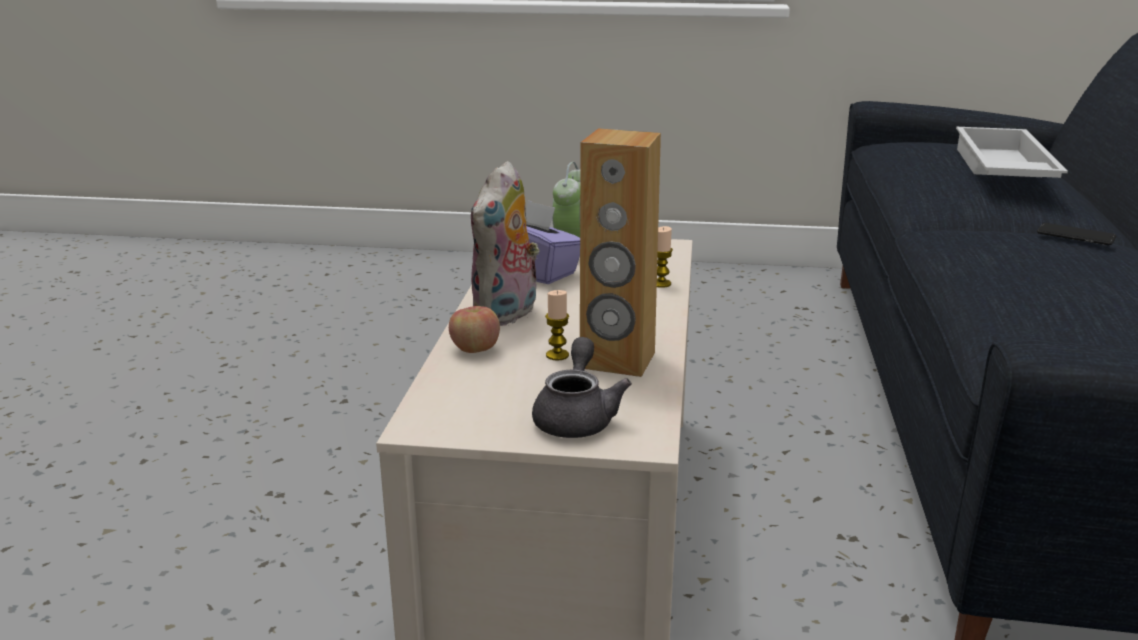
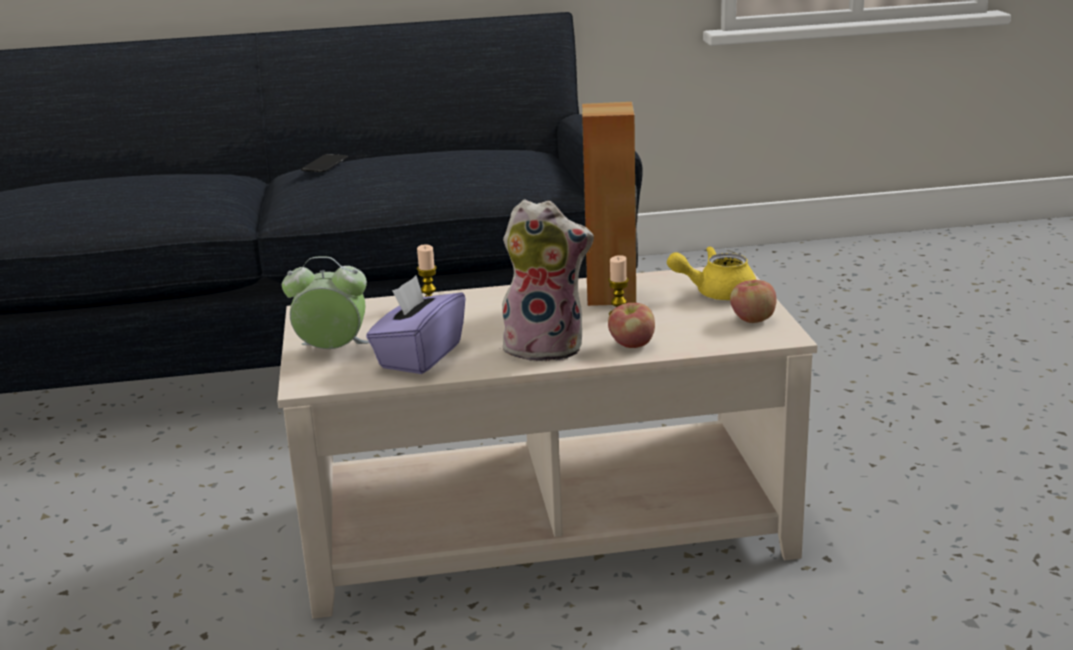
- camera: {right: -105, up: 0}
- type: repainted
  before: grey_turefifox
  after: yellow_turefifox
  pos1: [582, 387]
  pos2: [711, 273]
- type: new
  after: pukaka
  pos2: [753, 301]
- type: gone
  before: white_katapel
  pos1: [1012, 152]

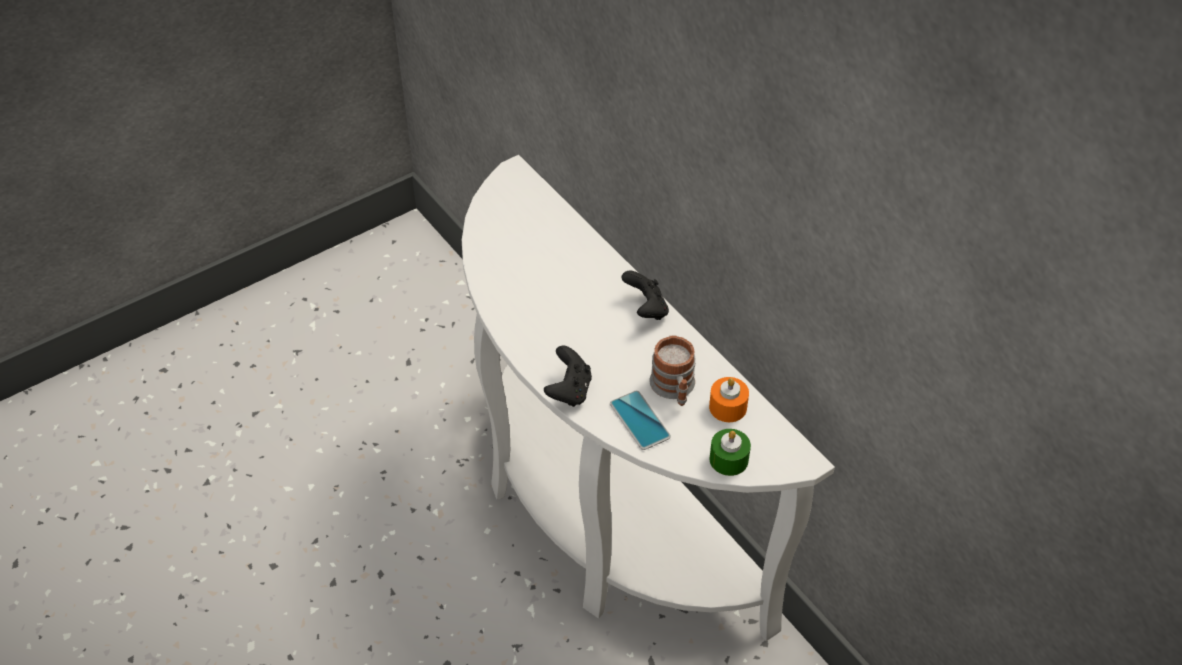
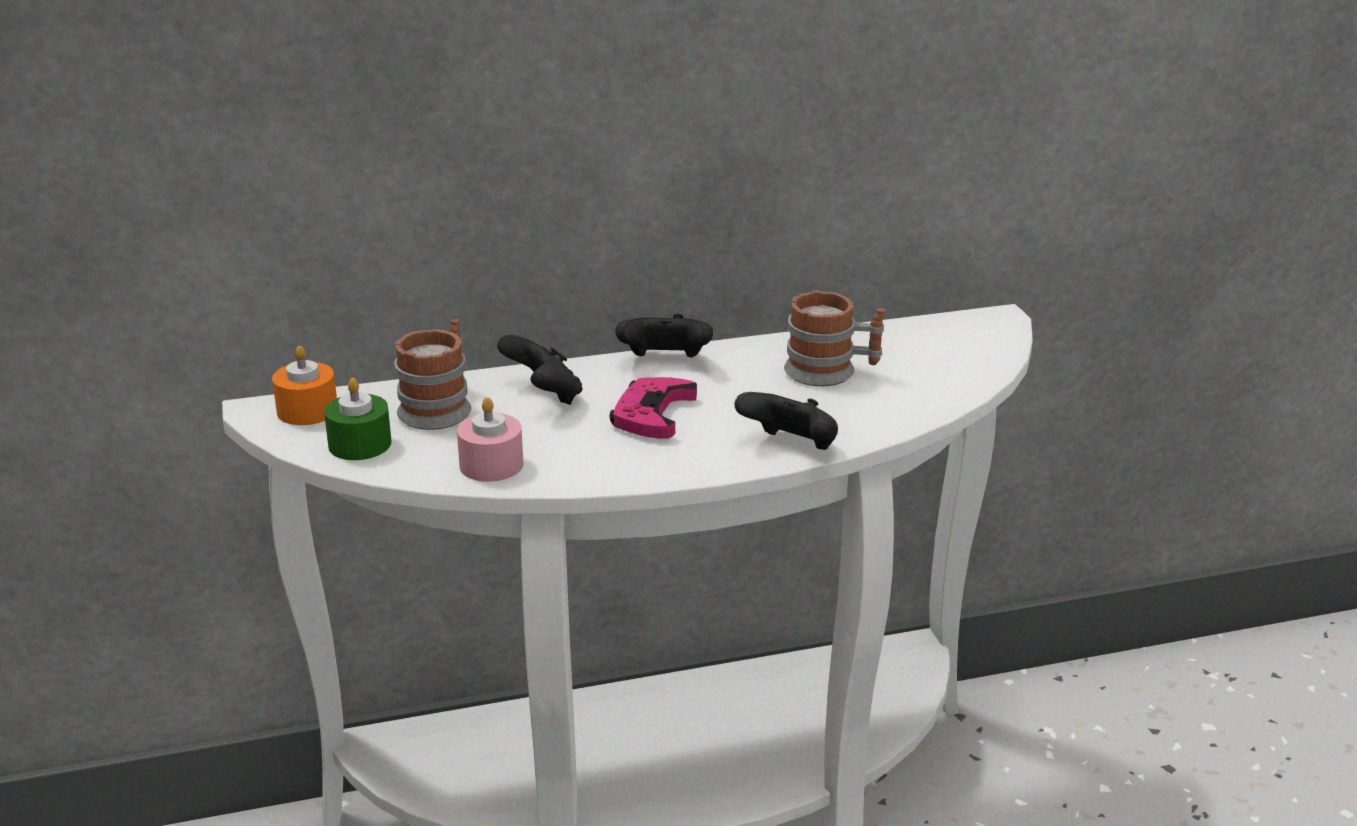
- camera: {right: -70, up: -20}
- type: shifted
  before: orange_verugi
  pos1: [729, 399]
  pos2: [304, 385]
- type: shifted
  before: green_verugi
  pos1: [730, 452]
  pos2: [358, 419]
- type: new
  after: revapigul
  pos2: [433, 374]
- type: new
  after: pink_verugi
  pos2: [490, 439]
- type: new
  after: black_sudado
  pos2: [539, 370]
- type: new
  after: pink_sudado
  pos2: [653, 408]
- type: gone
  before: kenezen
  pos1: [640, 420]

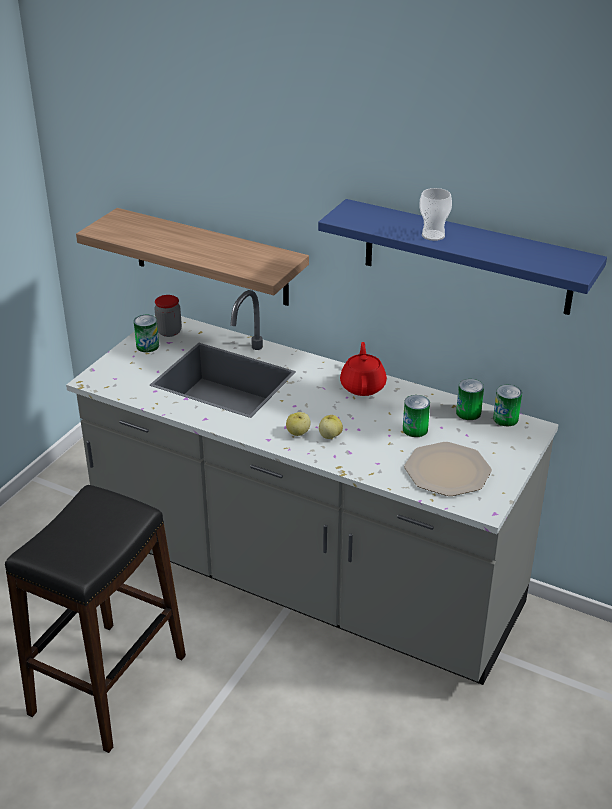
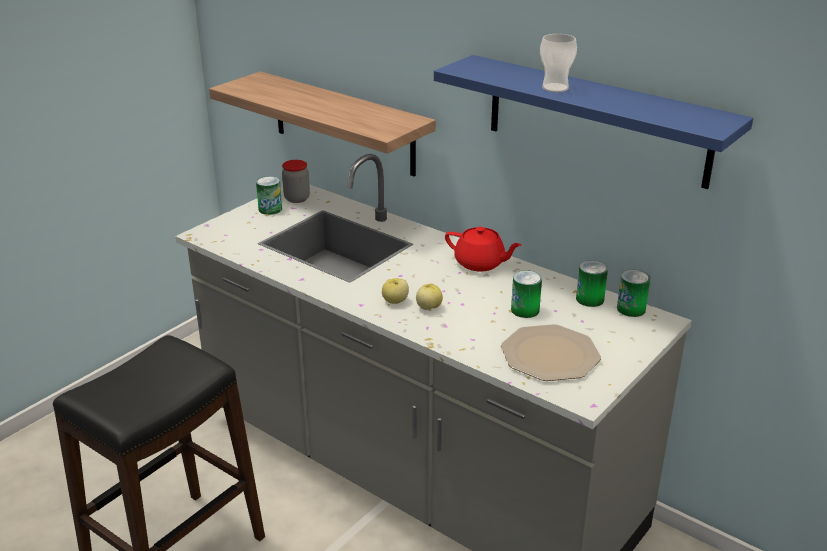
- camera: {right: 10, up: -5}
- type: rotated
  before: red_turefifox
  pos1: [363, 369]
  pos2: [483, 249]
  turn: 105

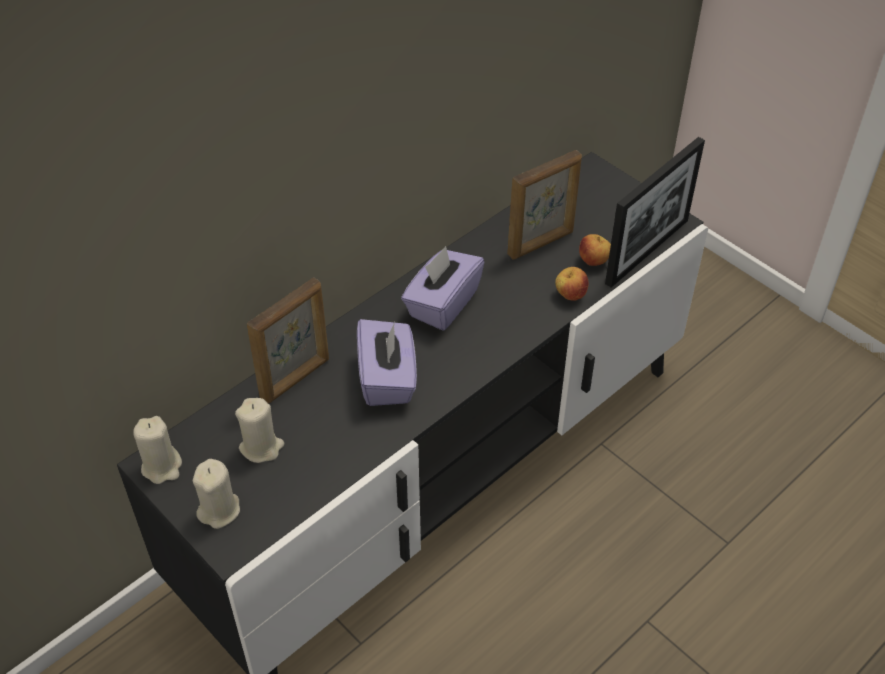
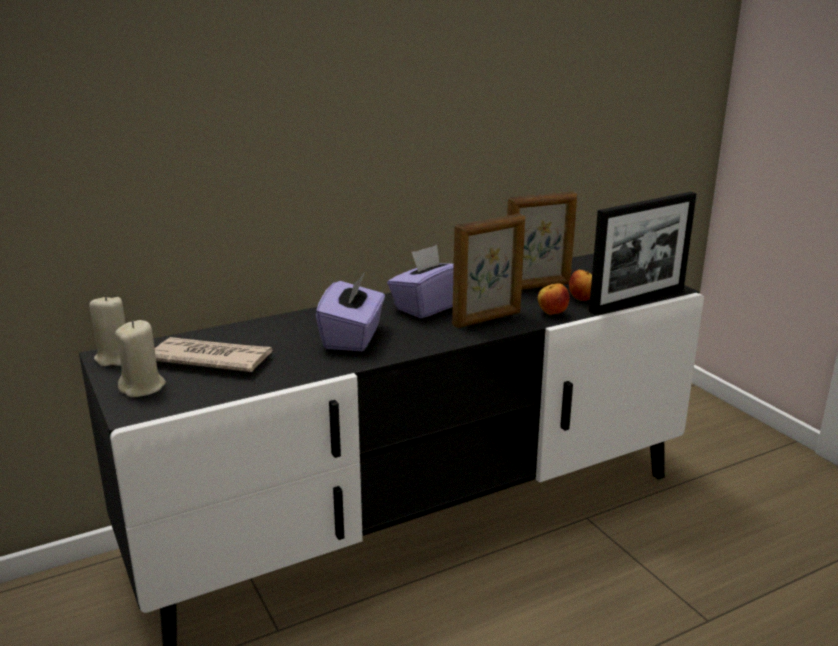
- camera: {right: 15, up: -25}
- type: swapped
  before: beige_verugi
  after: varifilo
  pos1: [259, 430]
  pos2: [213, 354]
- type: shifted
  before: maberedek
  pos1: [288, 341]
  pos2: [488, 271]

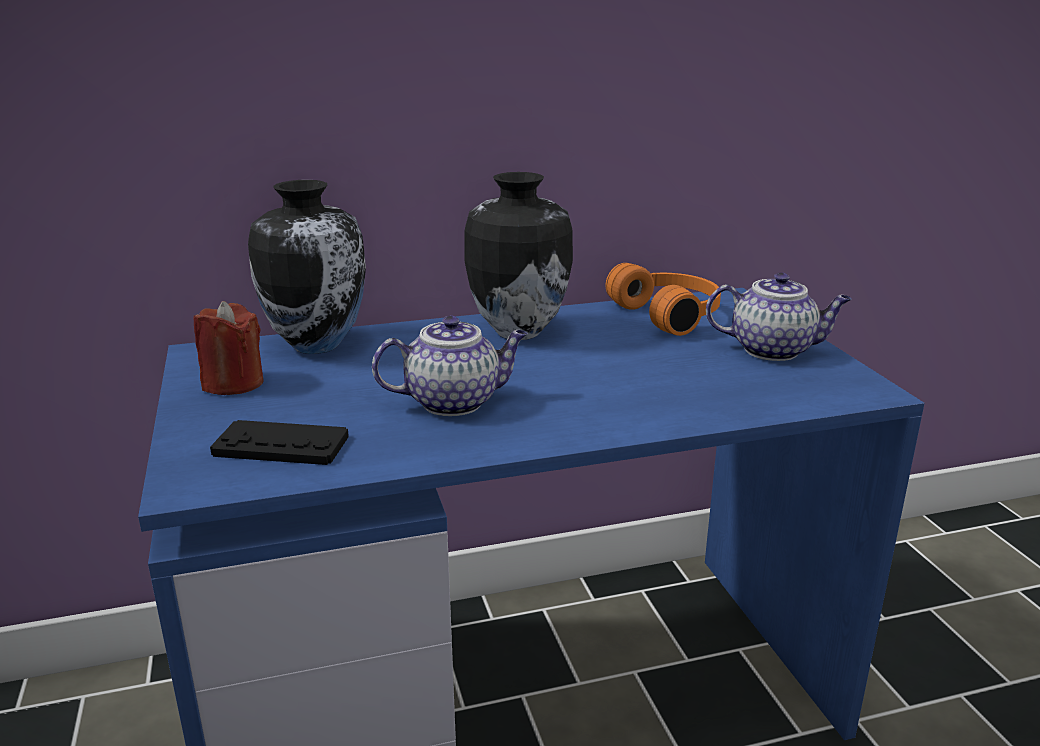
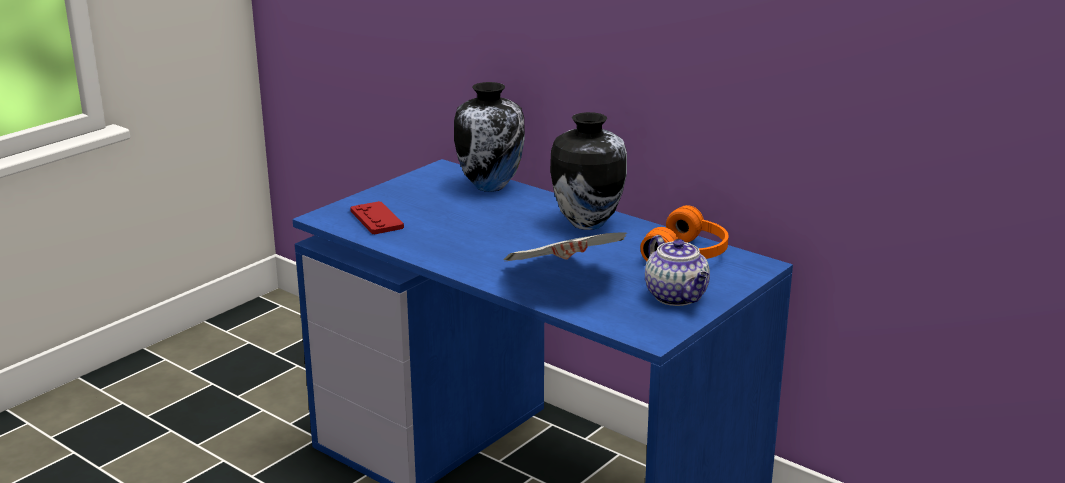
- camera: {right: 55, up: 0}
- type: repainted
  before: black_sudado
  after: red_sudado
  pos1: [279, 442]
  pos2: [377, 218]
- type: new
  after: varifilo
  pos2: [565, 246]
- type: gone
  before: red_verugi
  pos1: [229, 348]
- type: gone
  before: turefifox
  pos1: [450, 366]

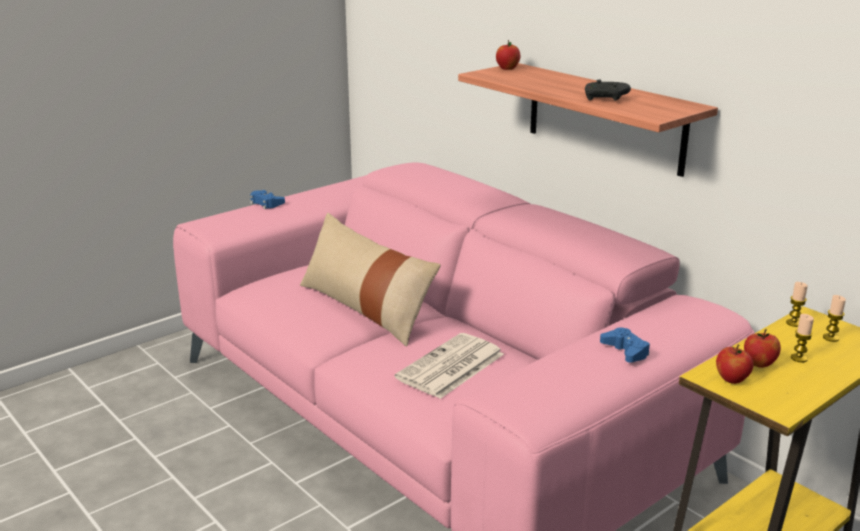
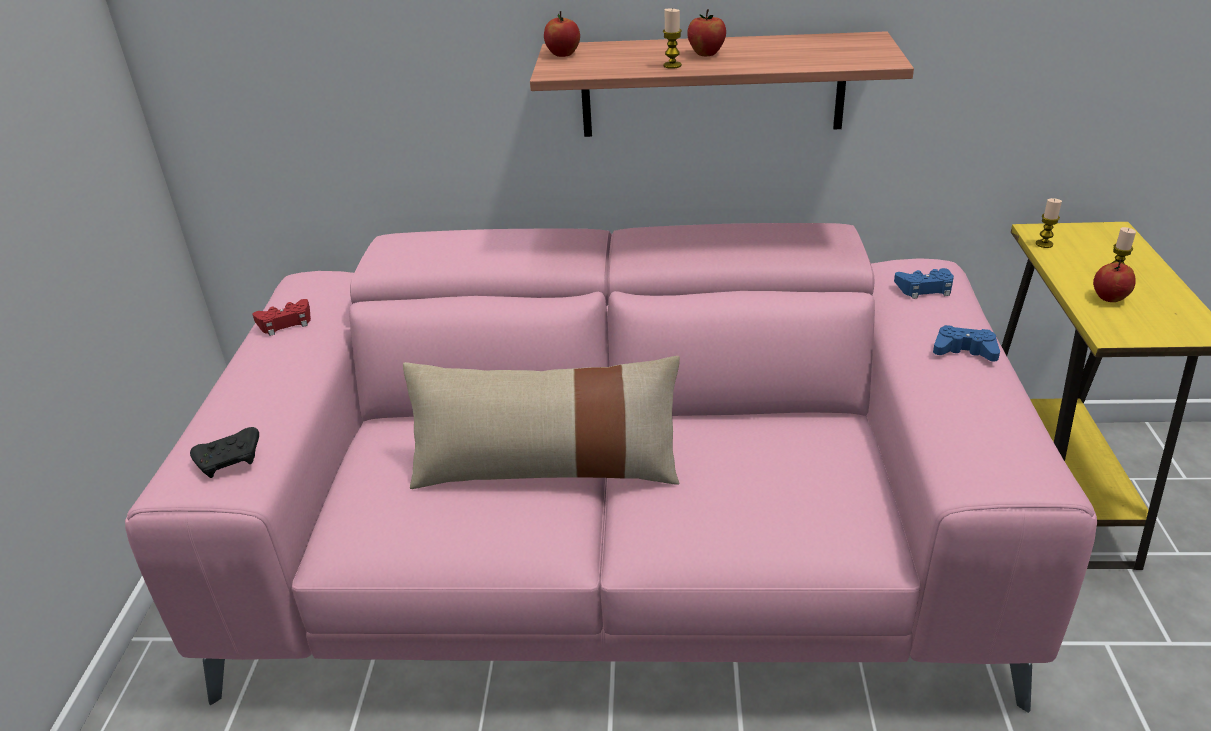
- camera: {right: -45, up: 10}
- type: shifted
  before: black_sudado
  pos1: [608, 90]
  pos2: [224, 452]
- type: new
  after: red_sudado
  pos2: [282, 317]
- type: shifted
  before: verugi
  pos1: [834, 318]
  pos2: [672, 39]
- type: shifted
  before: pukaka
  pos1: [735, 364]
  pos2: [706, 32]
- type: shifted
  before: blue_sudado
  pos1: [267, 199]
  pos2: [924, 283]
- type: gone
  before: varifilo
  pos1: [449, 366]

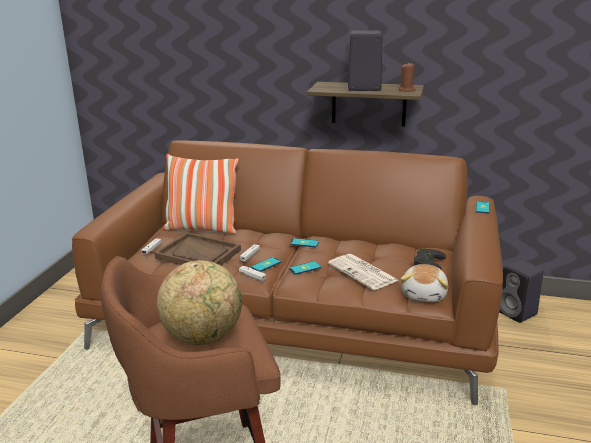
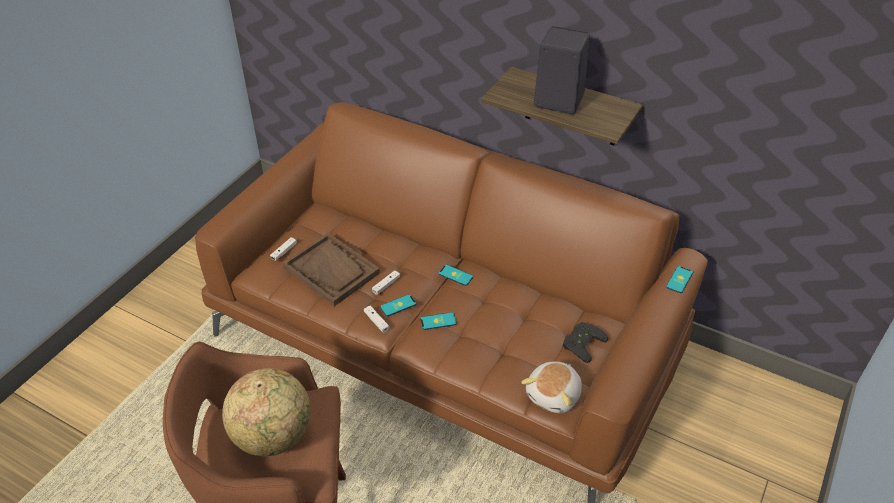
- camera: {right: 15, up: 20}
- type: gone
  before: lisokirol
  pos1: [200, 194]
- type: gone
  before: varifilo
  pos1: [363, 272]
- type: gone
  before: brown_verugi
  pos1: [407, 77]
- type: gone
  before: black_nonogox
  pos1: [521, 291]

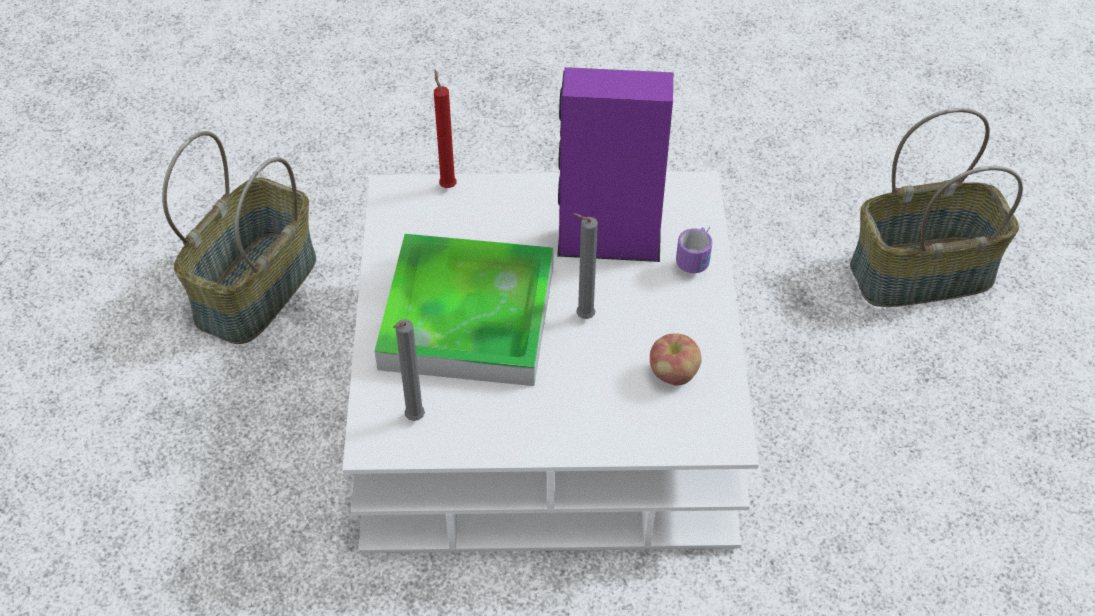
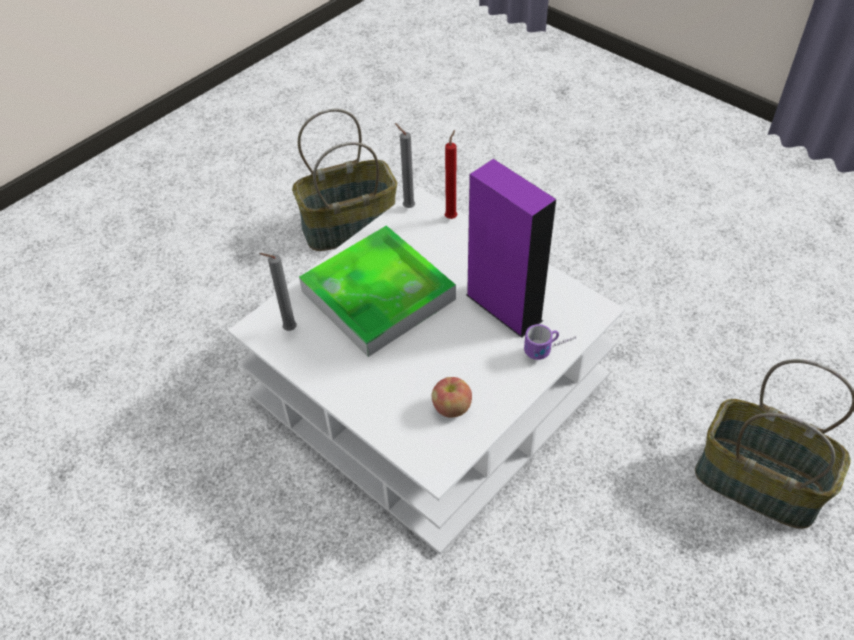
- camera: {right: 45, up: 0}
- type: shifted
  before: grey_verugi
  pos1: [585, 266]
  pos2: [405, 165]

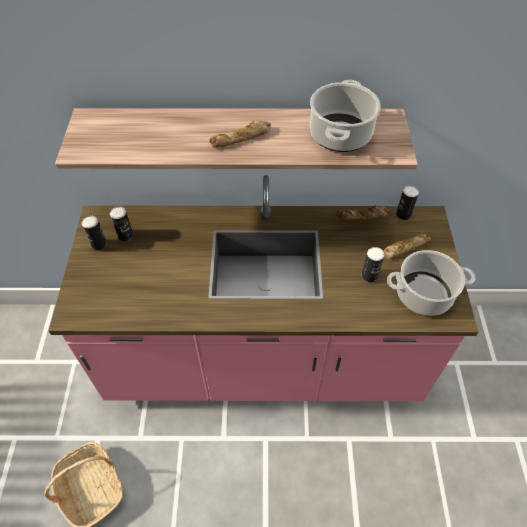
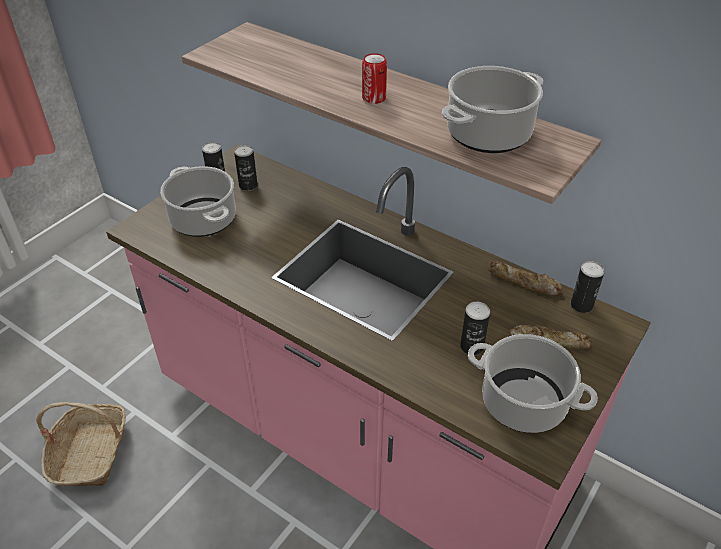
- camera: {right: 35, up: -10}
- type: new
  after: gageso
  pos2: [198, 201]
- type: swapped
  before: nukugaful
  after: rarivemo
  pos1: [240, 134]
  pos2: [374, 78]

